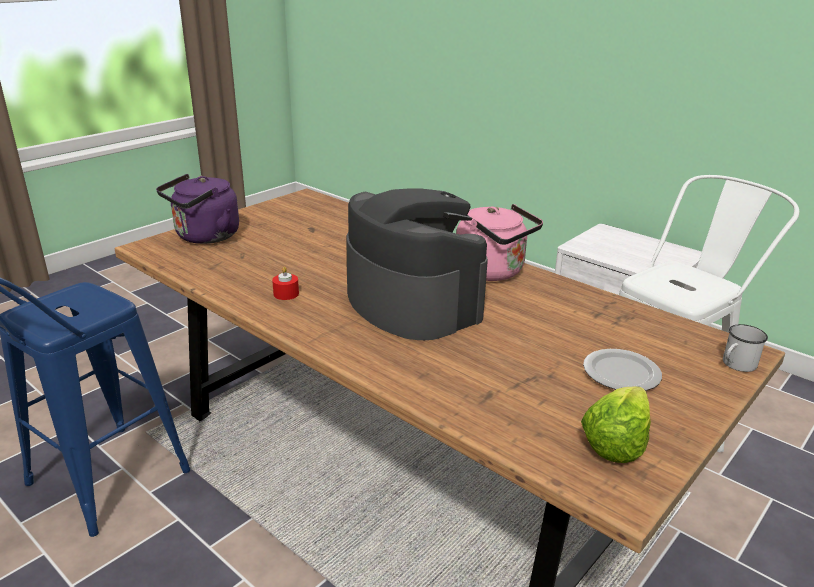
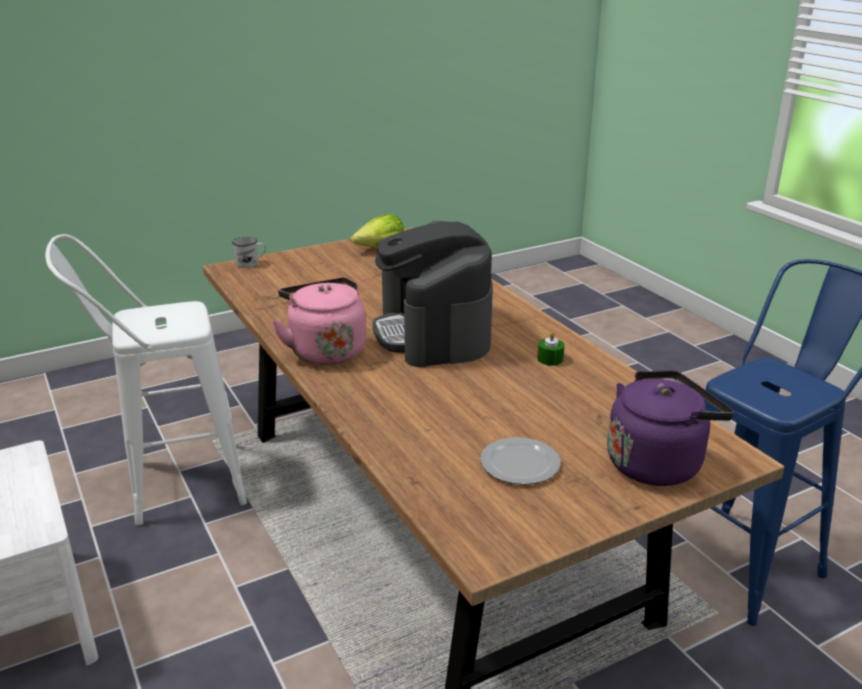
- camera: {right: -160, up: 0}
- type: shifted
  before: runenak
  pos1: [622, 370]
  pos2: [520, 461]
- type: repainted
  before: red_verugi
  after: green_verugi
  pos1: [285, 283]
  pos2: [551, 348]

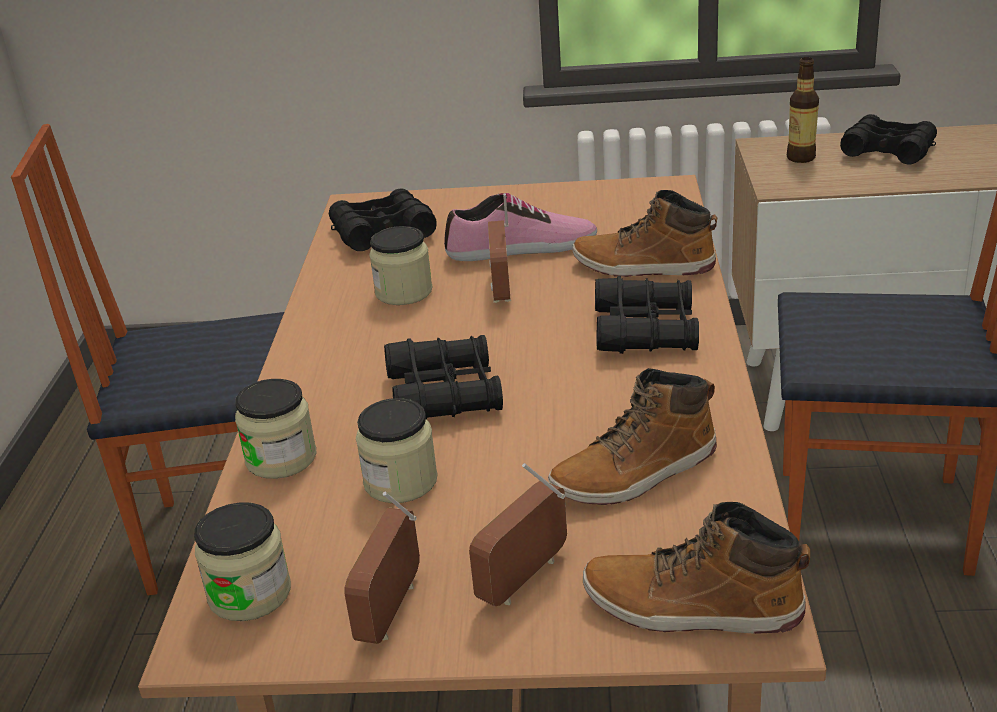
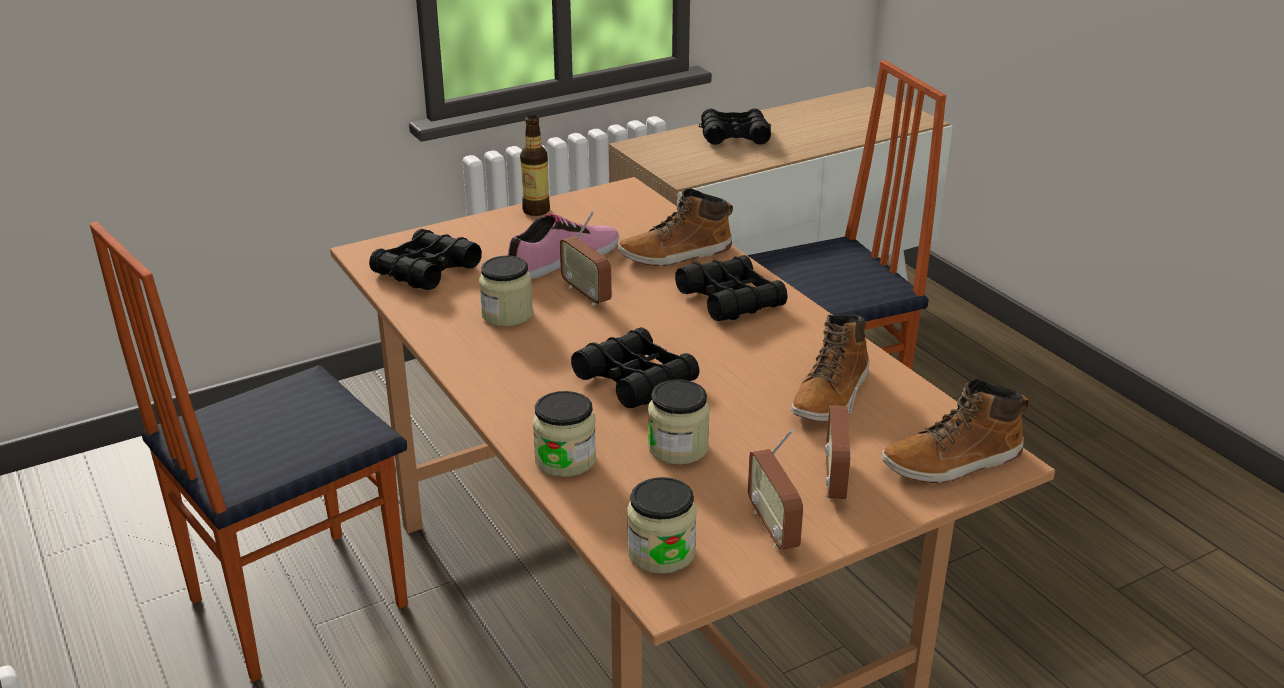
- camera: {right: -35, up: 0}
- type: shifted
  before: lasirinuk
  pos1: [803, 110]
  pos2: [535, 165]

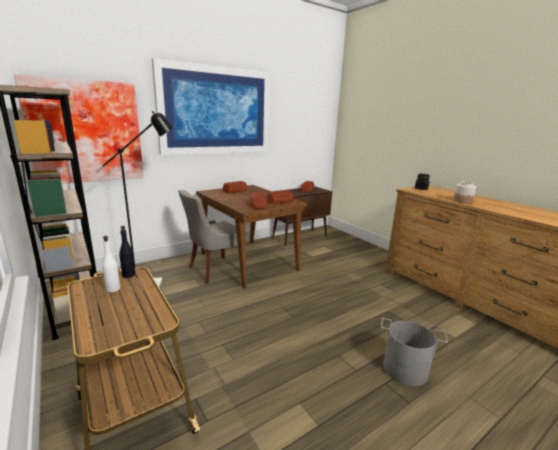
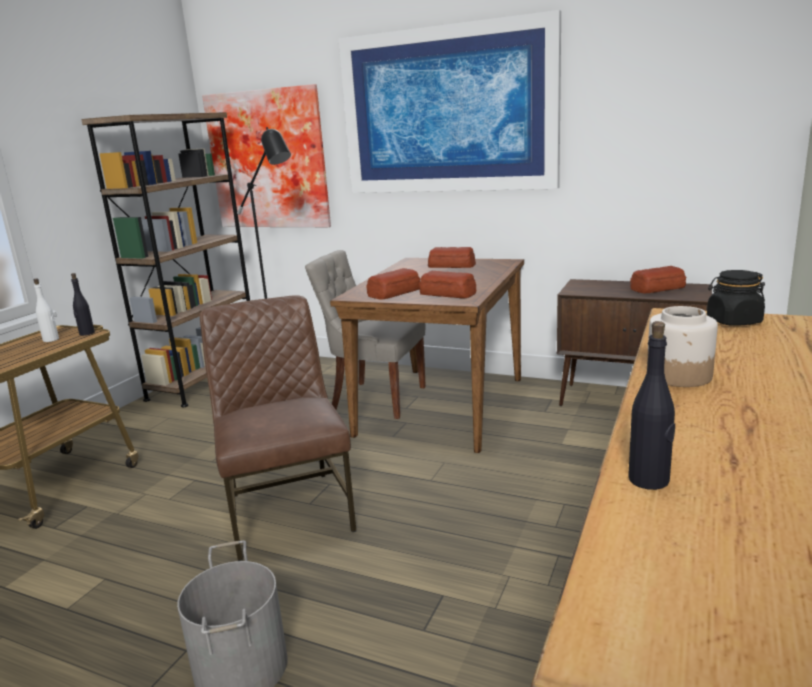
- camera: {right: 60, up: 0}
- type: new
  after: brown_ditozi
  pos2: [278, 428]
- type: new
  after: black_lasirinuk
  pos2: [651, 405]

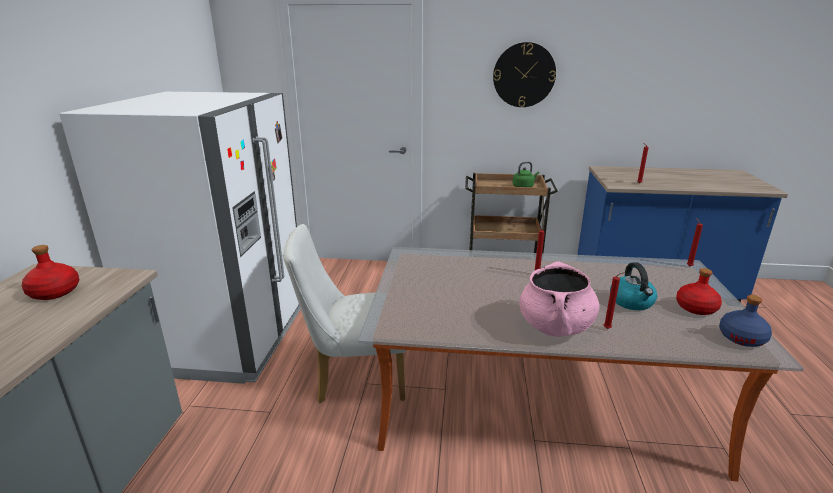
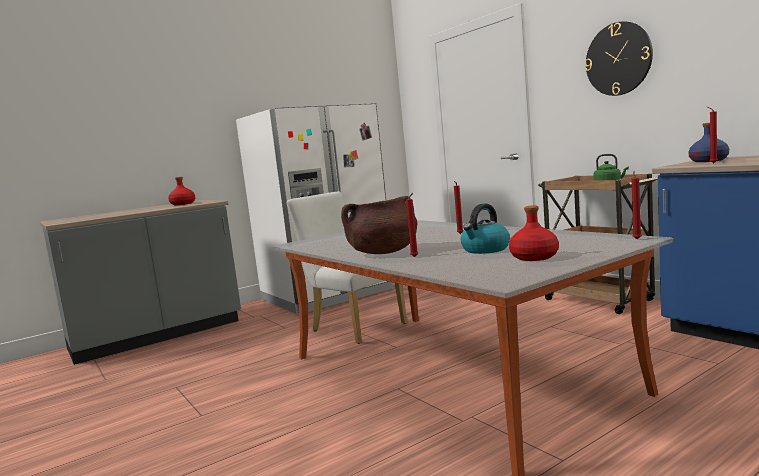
- camera: {right: 50, up: -15}
- type: repainted
  before: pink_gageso
  after: brown_gageso
  pos1: [559, 299]
  pos2: [379, 225]
- type: shifted
  before: blue_lasirinuk
  pos1: [745, 321]
  pos2: [708, 142]

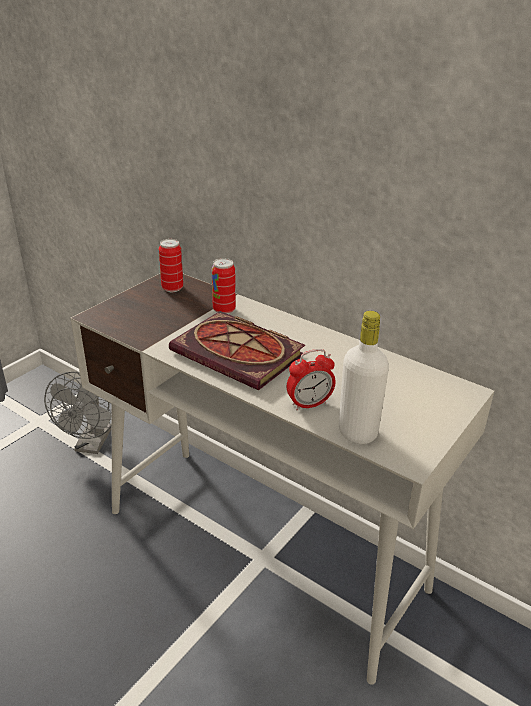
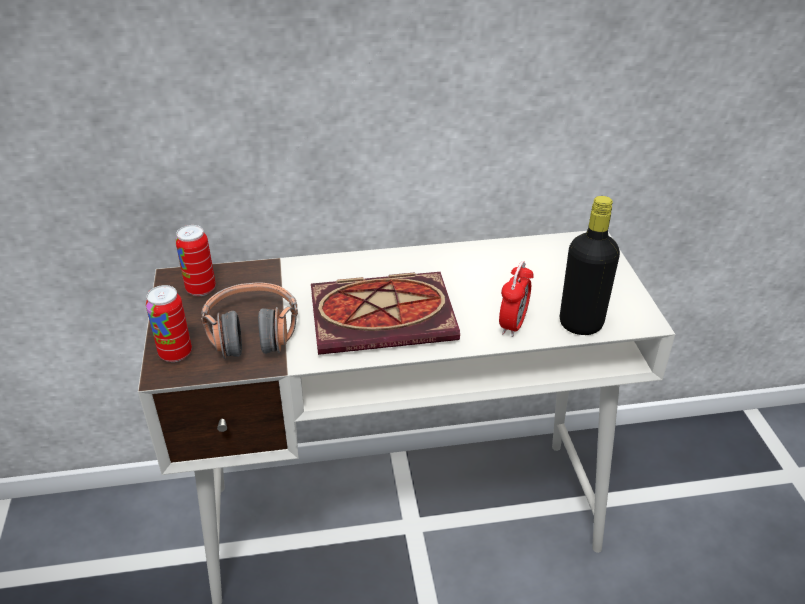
- camera: {right: -45, up: 5}
- type: shifted
  before: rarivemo
  pos1: [224, 286]
  pos2: [169, 323]
- type: new
  after: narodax
  pos2: [249, 320]
- type: repainted
  before: white_lasirinuk
  after: black_lasirinuk
  pos1: [364, 377]
  pos2: [590, 265]
- type: gone
  before: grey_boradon
  pos1: [78, 413]

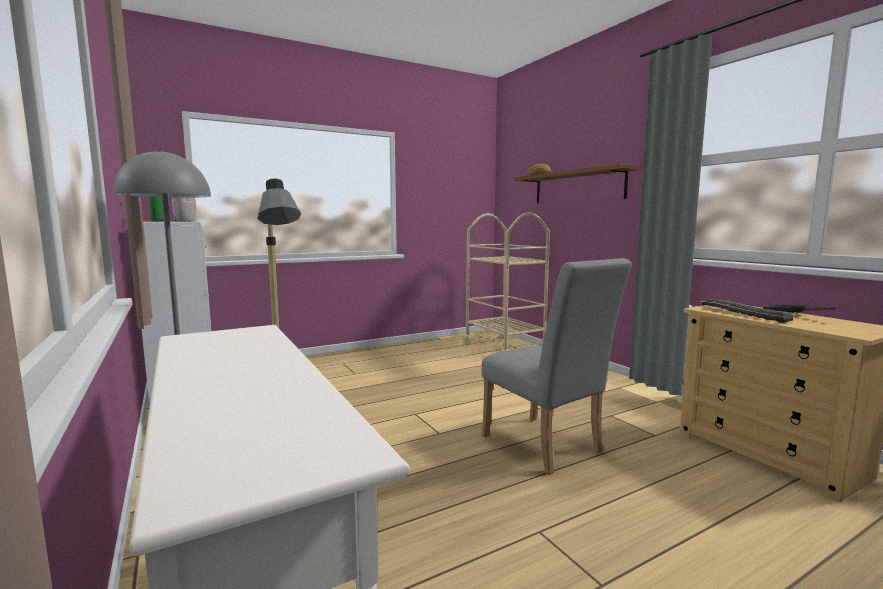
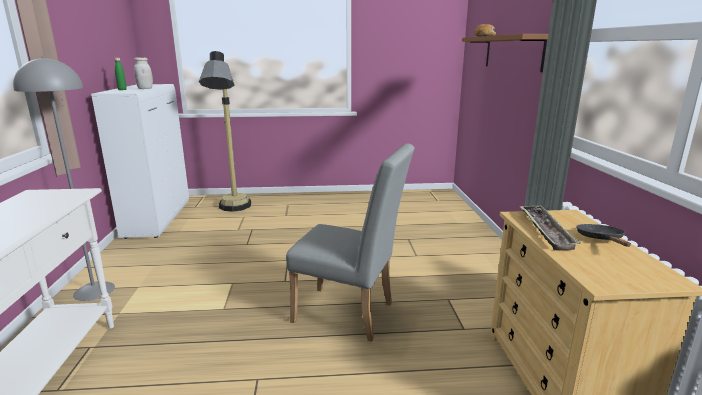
- camera: {right: 25, up: 10}
- type: rotated
  before: grey_ditozi
  pos1: [557, 366]
  pos2: [350, 242]
  turn: -60
- type: gone
  before: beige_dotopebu
  pos1: [506, 282]

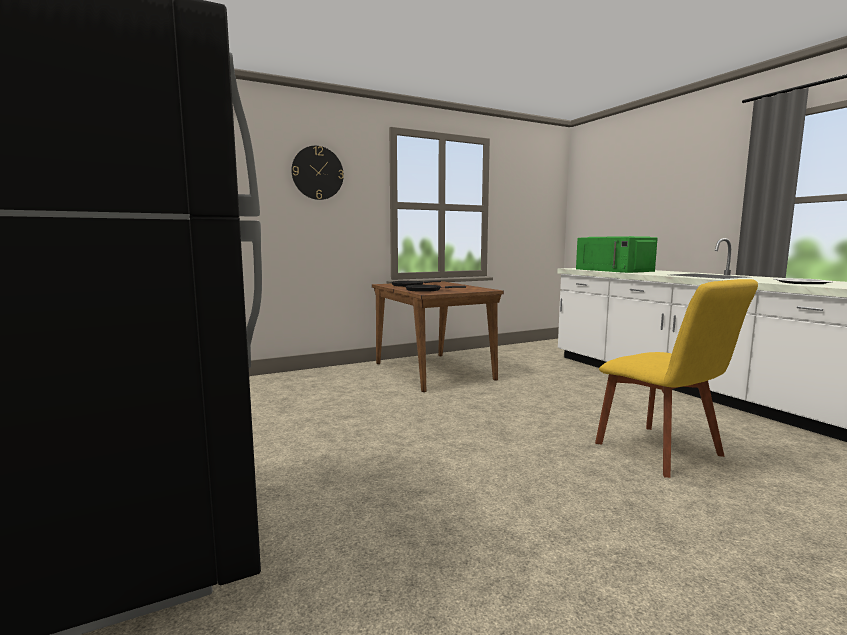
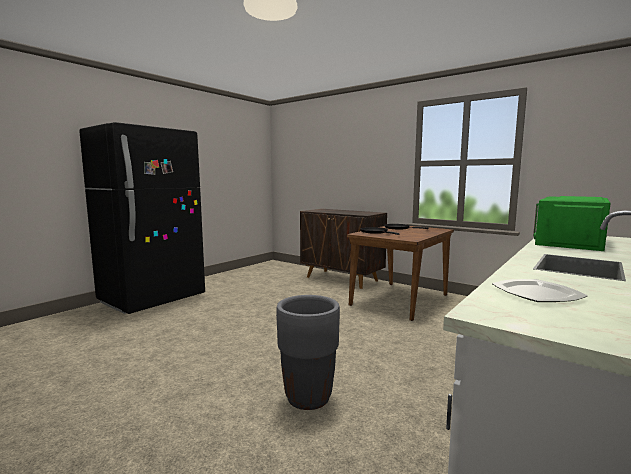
- camera: {right: 65, up: 0}
- type: swapped
  before: yellow_ditozi
  after: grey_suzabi
  pos1: [676, 378]
  pos2: [308, 352]
- type: new
  after: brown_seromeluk
  pos2: [343, 249]
- type: gone
  before: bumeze
  pos1: [317, 173]

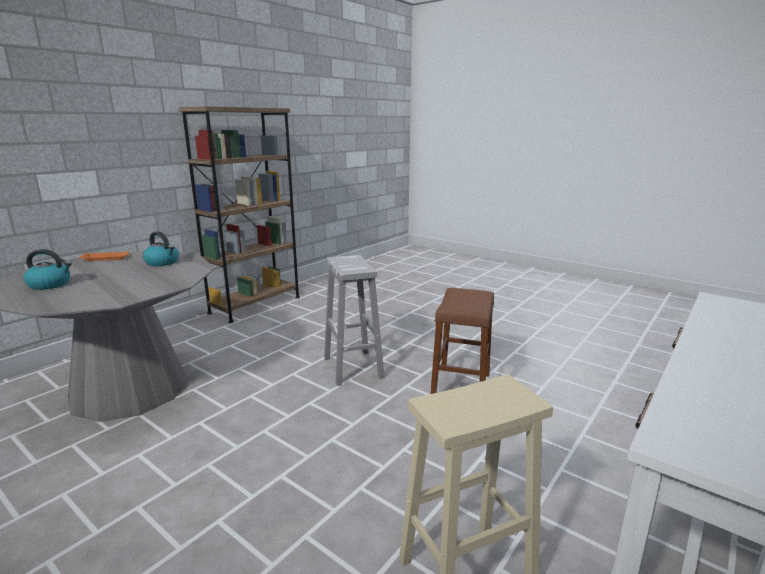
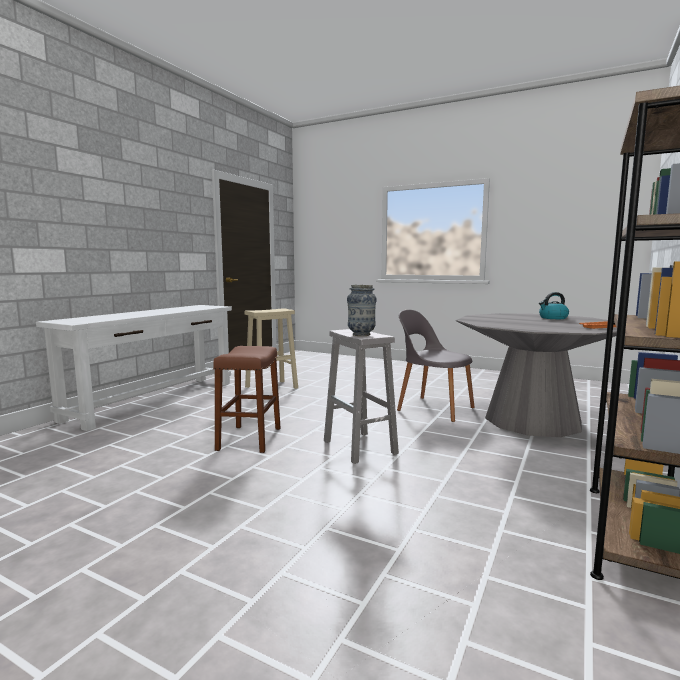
- camera: {right: 170, up: -10}
- type: new
  after: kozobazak
  pos2: [362, 310]
- type: new
  after: grey_ditozi
  pos2: [436, 366]
- type: gone
  before: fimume
  pos1: [161, 248]

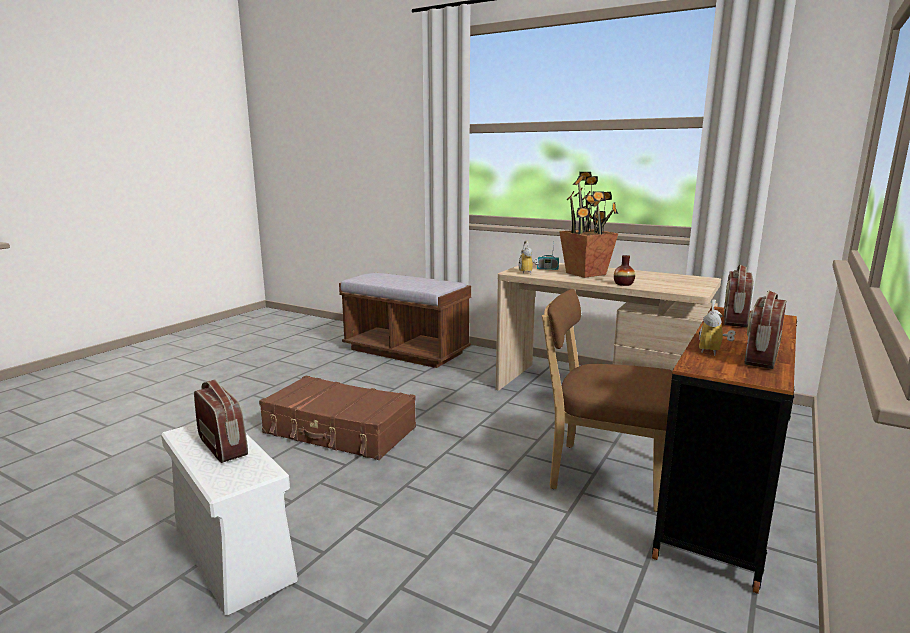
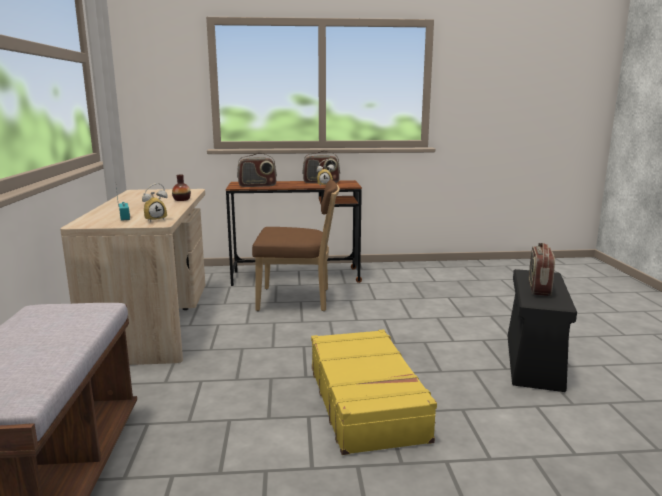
- camera: {right: -125, up: 0}
- type: rotated
  before: brown_ditozi
  pos1: [607, 400]
  pos2: [296, 245]
  turn: -75
- type: repainted
  before: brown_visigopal
  after: yellow_visigopal
  pos1: [337, 418]
  pos2: [374, 392]
- type: repainted
  before: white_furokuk
  after: black_furokuk
  pos1: [229, 519]
  pos2: [542, 330]
- type: gone
  before: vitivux
  pos1: [589, 225]

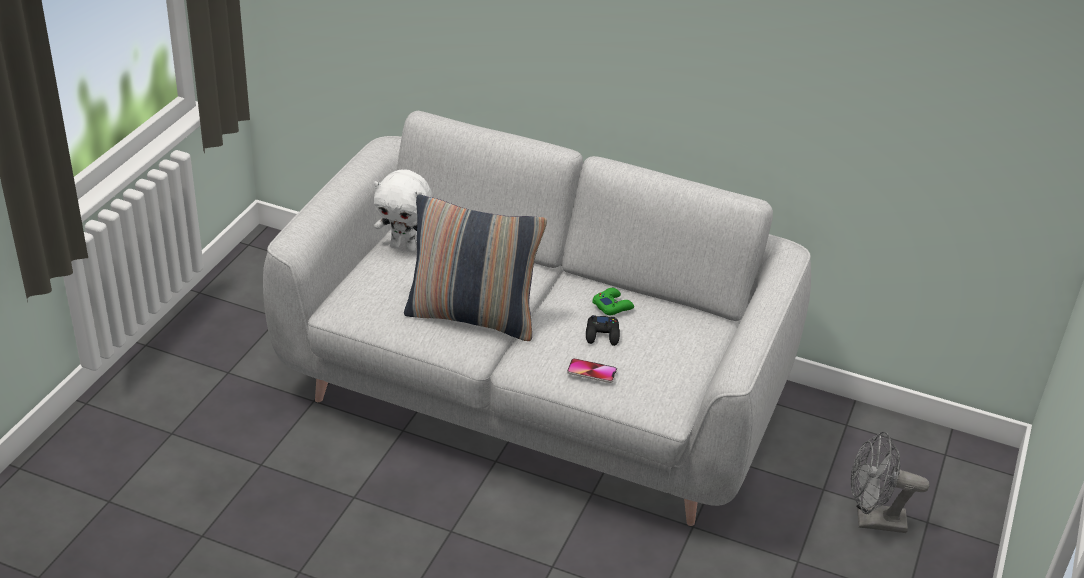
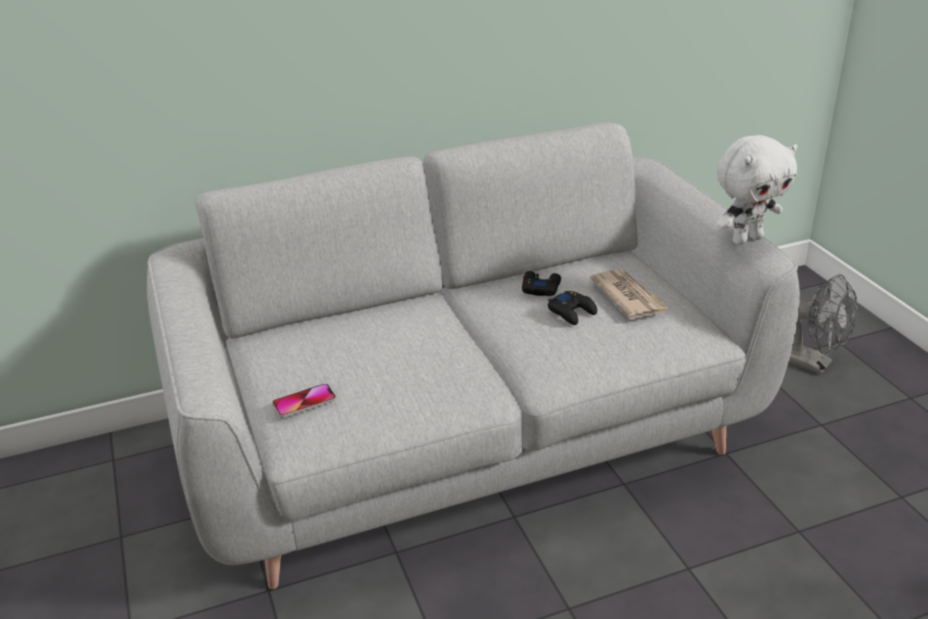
- camera: {right: -40, up: -5}
- type: shifted
  before: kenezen
  pos1: [592, 370]
  pos2: [304, 401]
- type: repainted
  before: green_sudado
  after: black_sudado
  pos1: [613, 301]
  pos2: [541, 283]
- type: new
  after: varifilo
  pos2: [629, 294]
- type: shifted
  before: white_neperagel
  pos1: [403, 211]
  pos2: [757, 190]
- type: rotated
  before: grey_boradon
  pos1: [890, 482]
  pos2: [823, 324]
  turn: -105
- type: gone
  before: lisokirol
  pos1: [475, 268]

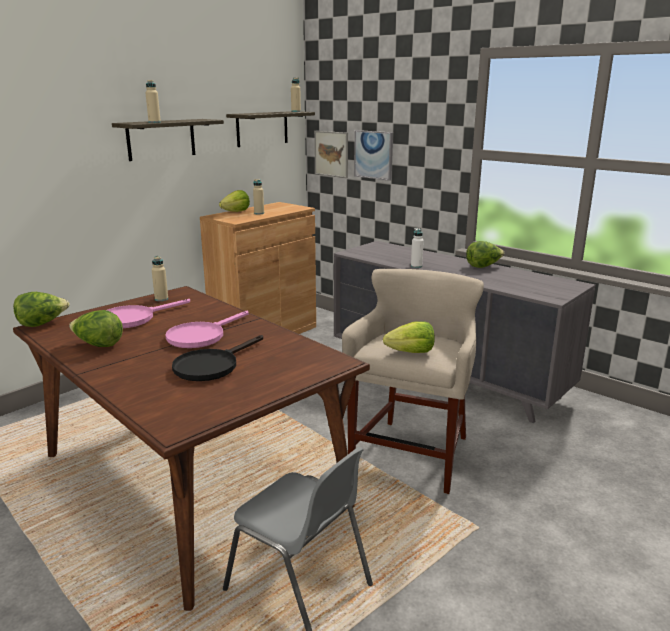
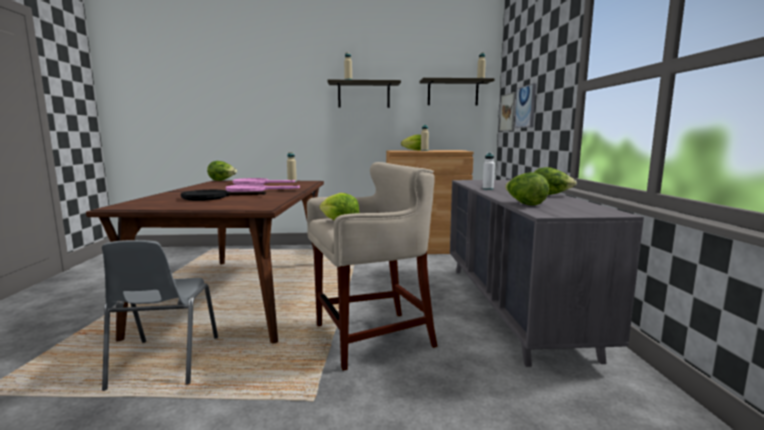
- camera: {right: 45, up: -10}
- type: shifted
  before: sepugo
  pos1: [96, 328]
  pos2: [527, 188]

